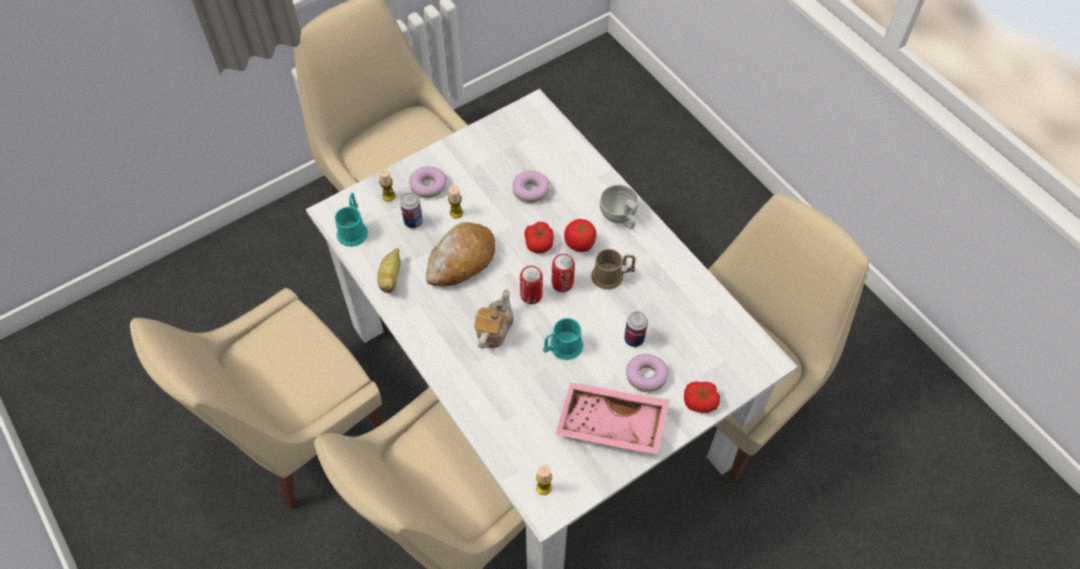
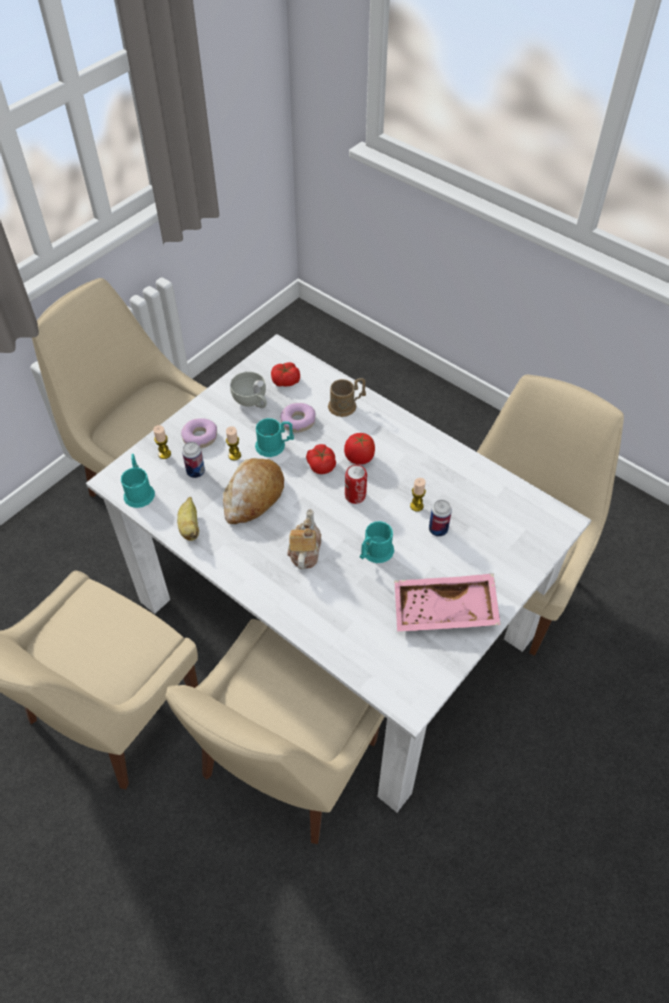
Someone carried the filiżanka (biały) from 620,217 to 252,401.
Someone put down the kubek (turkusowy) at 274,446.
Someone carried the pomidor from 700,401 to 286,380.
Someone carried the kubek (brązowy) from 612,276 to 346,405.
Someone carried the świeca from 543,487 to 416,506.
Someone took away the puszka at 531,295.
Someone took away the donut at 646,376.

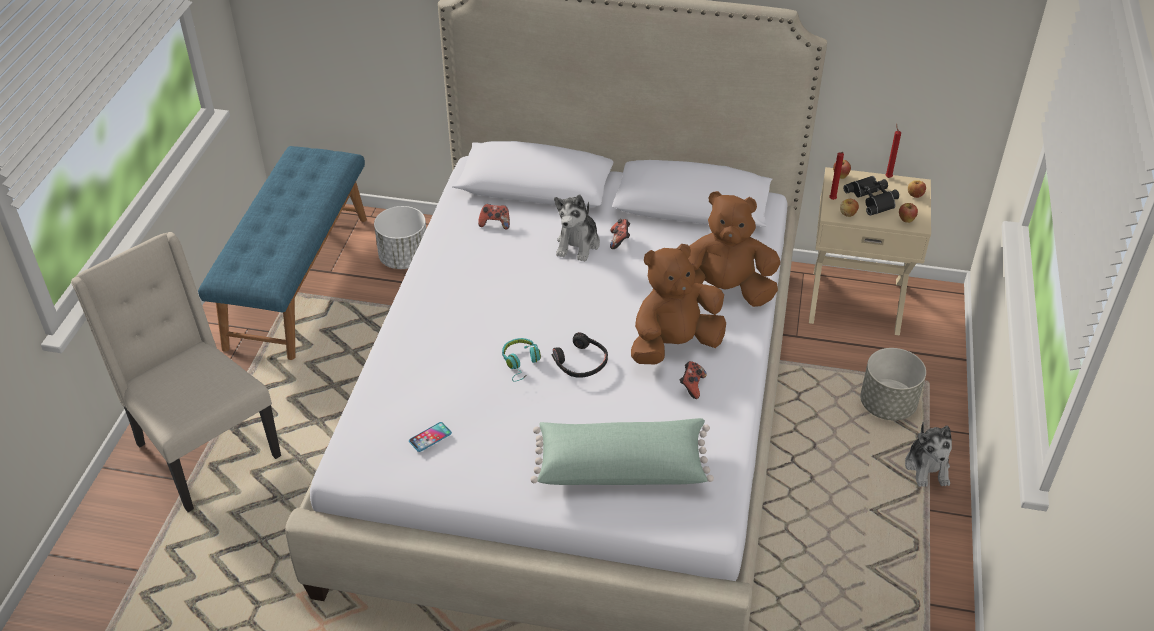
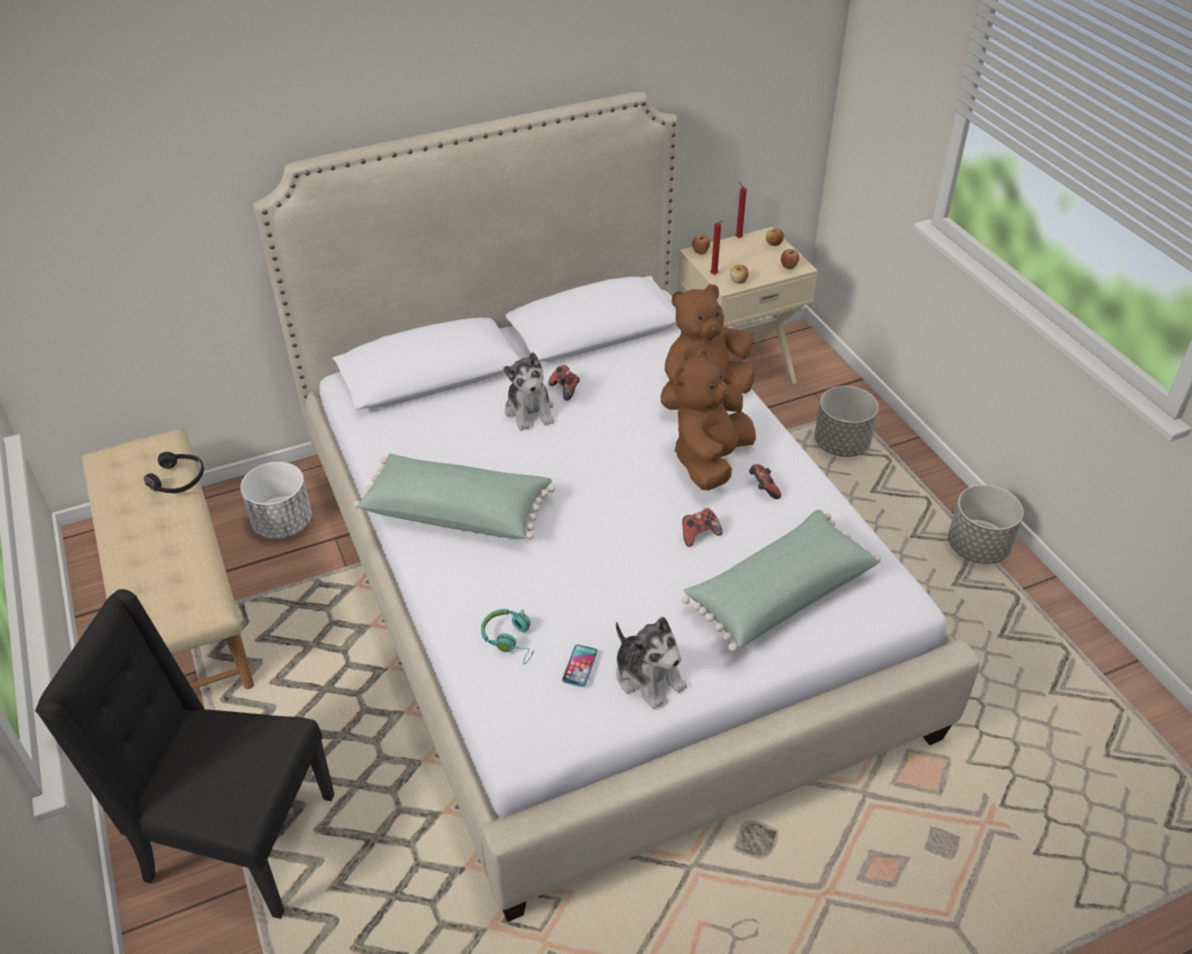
Someone repainted the krzesło (beżowy) at 204,450, which became the krzesło (czarny) at 236,840.
Someone repainted the ławka (niebieski) at 297,280, which became the ławka (beżowy) at 179,602.
Someone carried the słuchawki (czarny) from 580,363 to 178,479.
Someone put down the poduszka (zielony) at 457,511.
Someone carried the słuchawki (turkusowy) from 521,363 to 511,640.
Someone carried the pluszak from 927,467 to 648,677.
Someone carried the pad do gier from 495,223 to 699,534.
Someone put down the donica (szary) at 977,547.
Someone took away the lornetka (czarny) at 873,198.

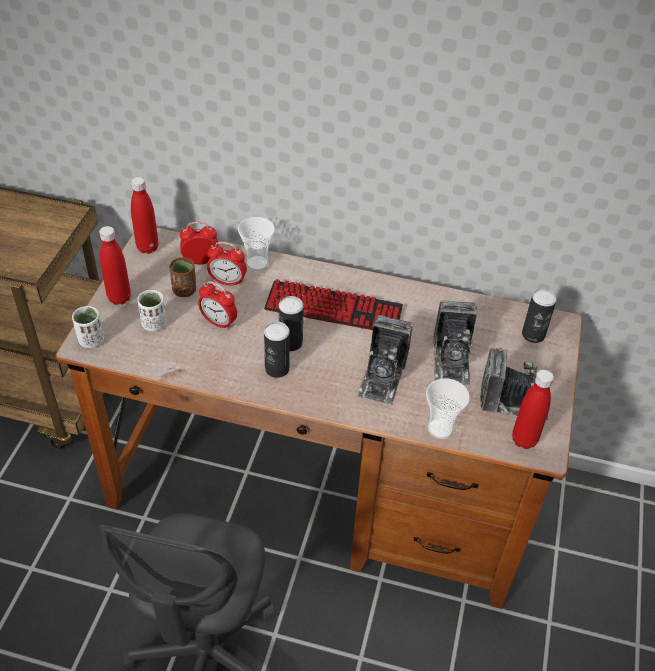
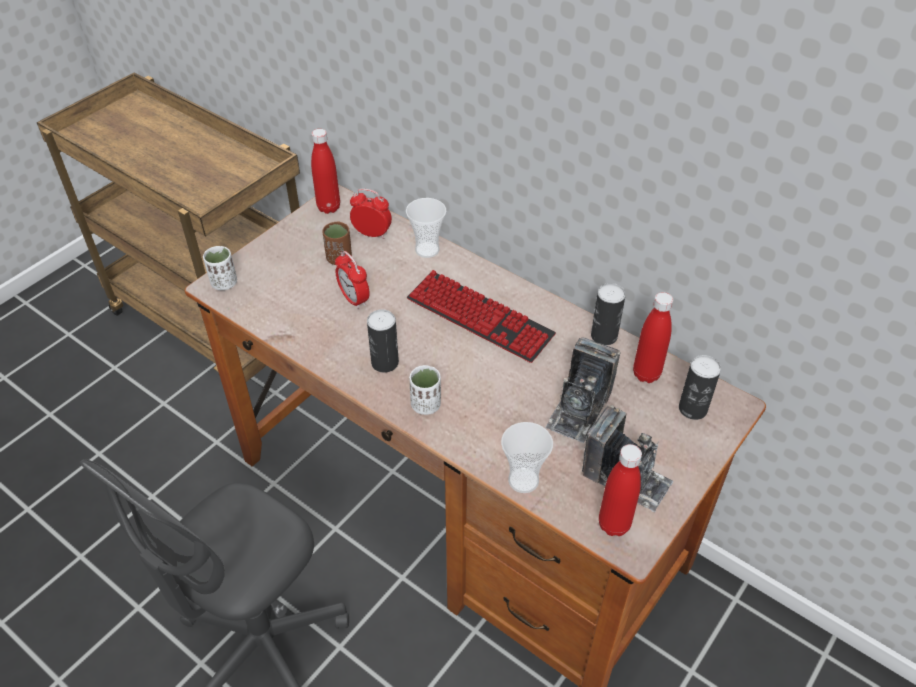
Someone carried the filiżanka (biały) from 154,324 to 426,405.
Someone carried the puszka from 290,343 to 604,336.
Someone carried the butelka (czerwony) from 119,298 to 646,374.
Someone took away the budzik at 227,282.
Someone took away the aparat fotograficzny at 382,376.

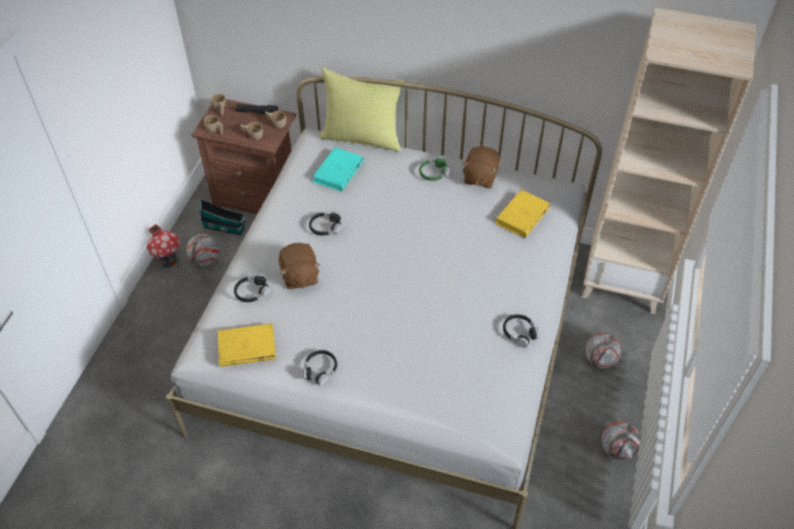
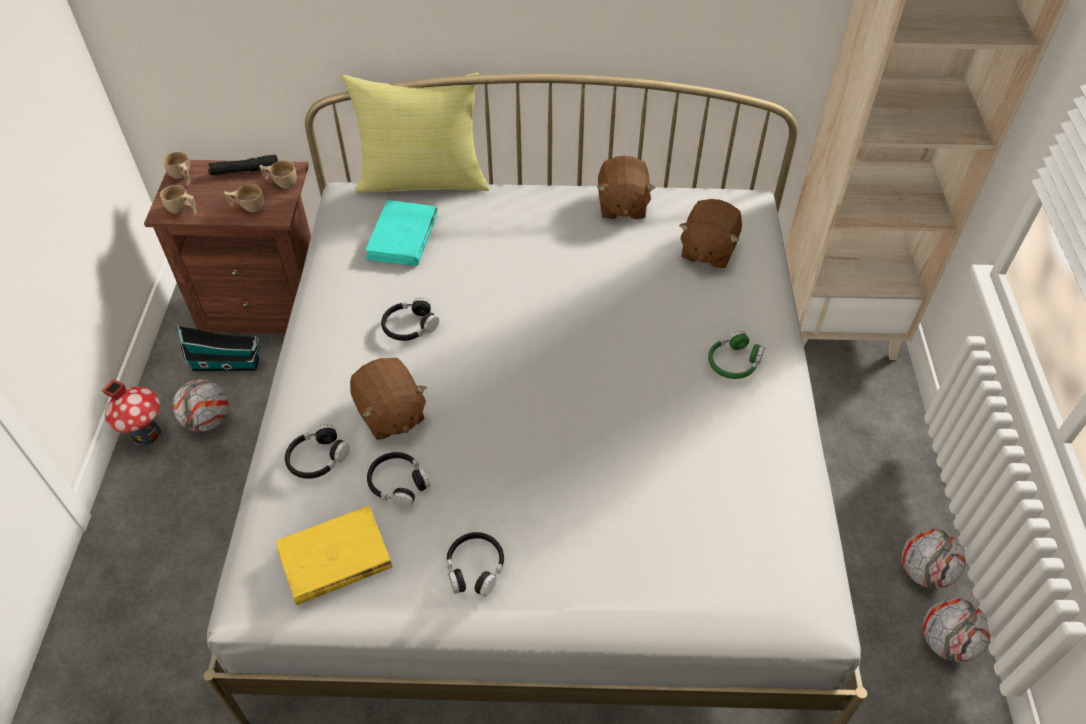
Someone carried the słuchawki (czarny) from 519,333 to 398,483.
Someone swapped the książka (żółty) at 522,216 for the pluszak (brązowy) at 707,250.
Someone carried the słuchawki (zielony) from 434,173 to 734,362.
Someone carried the piłka futbolowa from 600,360 to 946,642.

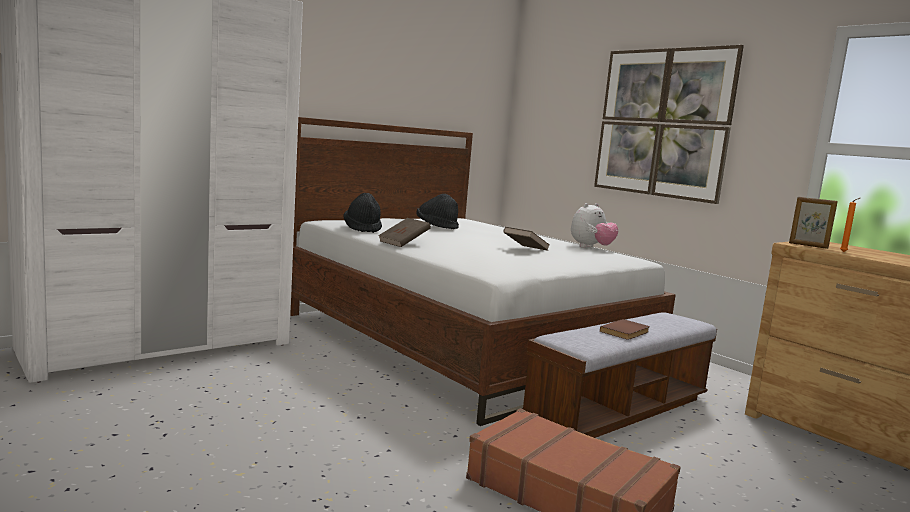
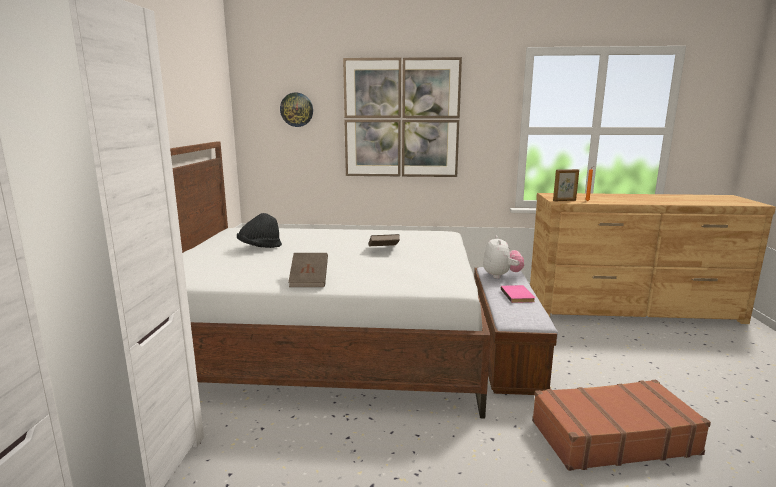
Someone put up the zegar ścienny at 296,109.
Someone carried the pluszak from 591,247 to 501,276.
Someone repainted the książka (brązowy) at 626,332, which became the książka (różowy) at 518,295.
Someone took away the kapelusz (czarny) at 362,229.

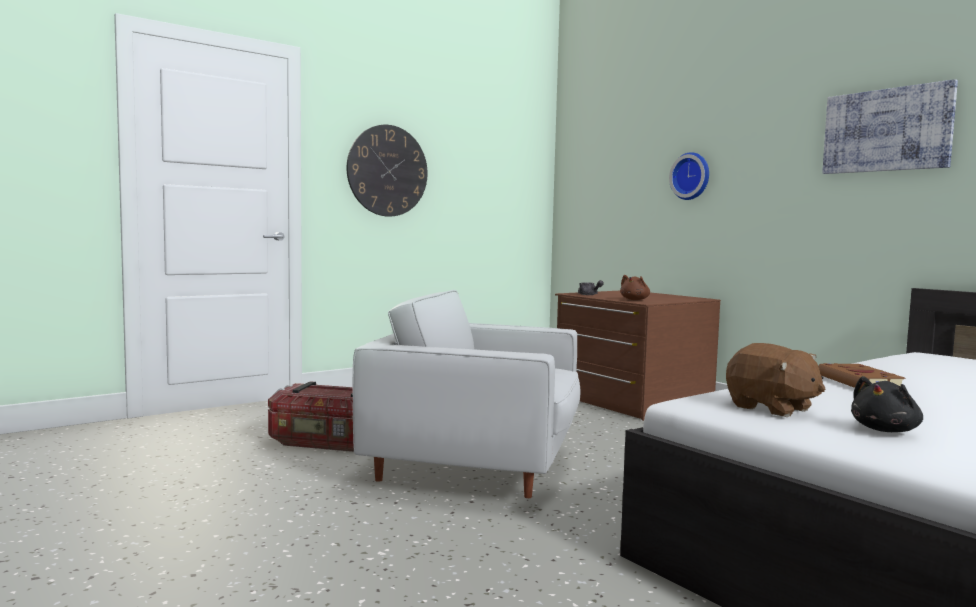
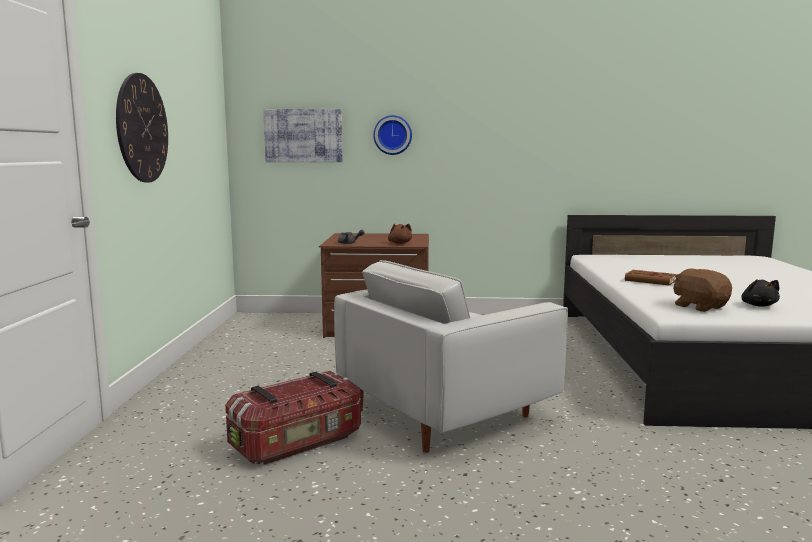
Someone carried the obraz from 886,130 to 303,135.
Someone rotated the pluszak (brązowy) at 771,408 by 120 degrees counterclockwise.

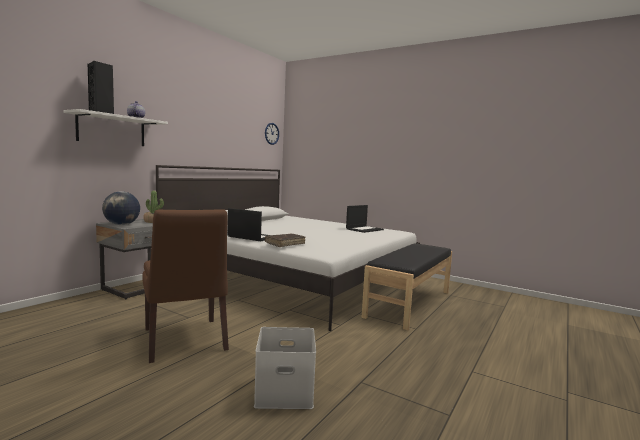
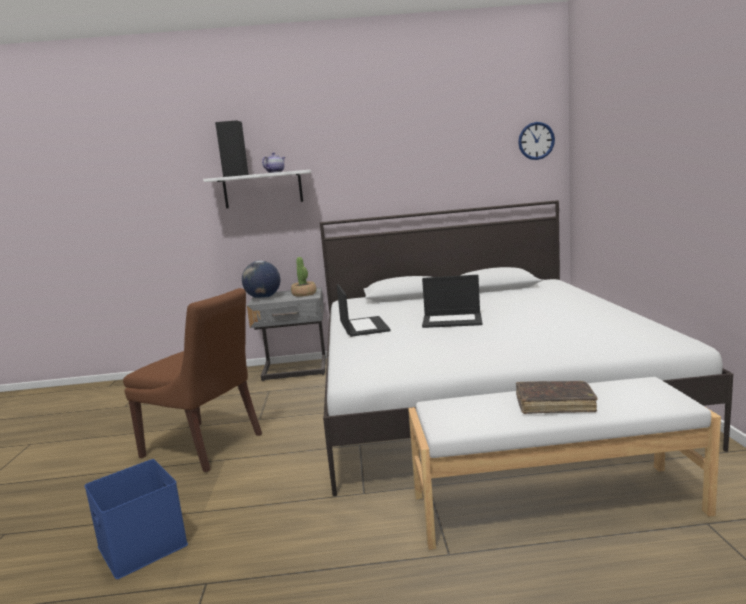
Someone repainted the pojemnik do przechowywania (biały) at 283,392, which became the pojemnik do przechowywania (niebieski) at 140,545.
Someone rotated the krzesło (brązowy) at 185,341 by 90 degrees counterclockwise.
Someone repainted the ławka (czarny) at 408,303, which became the ławka (biały) at 554,503.
Someone carried the laptop from 364,229 to 453,320.
Someone carried the książka (brązowy) from 285,244 to 554,404.

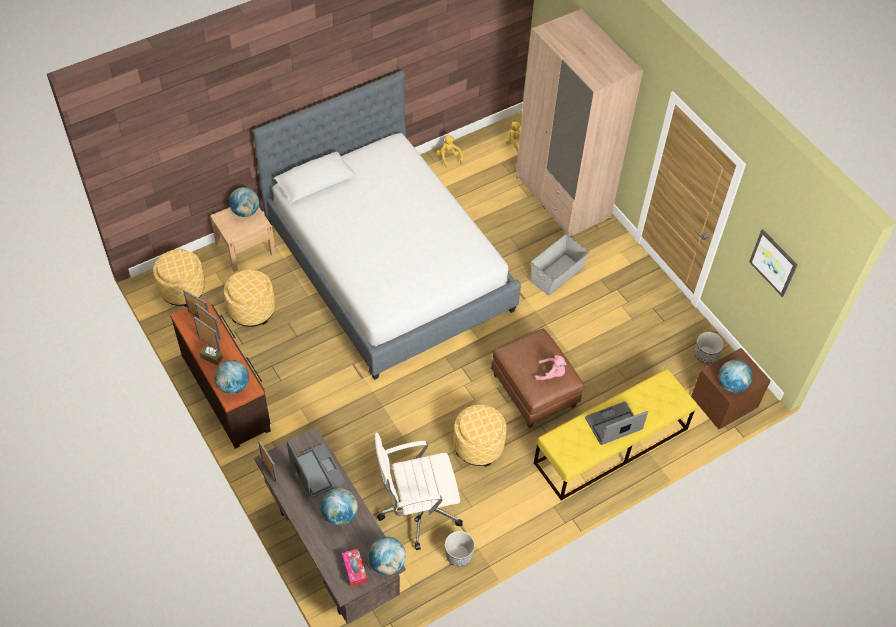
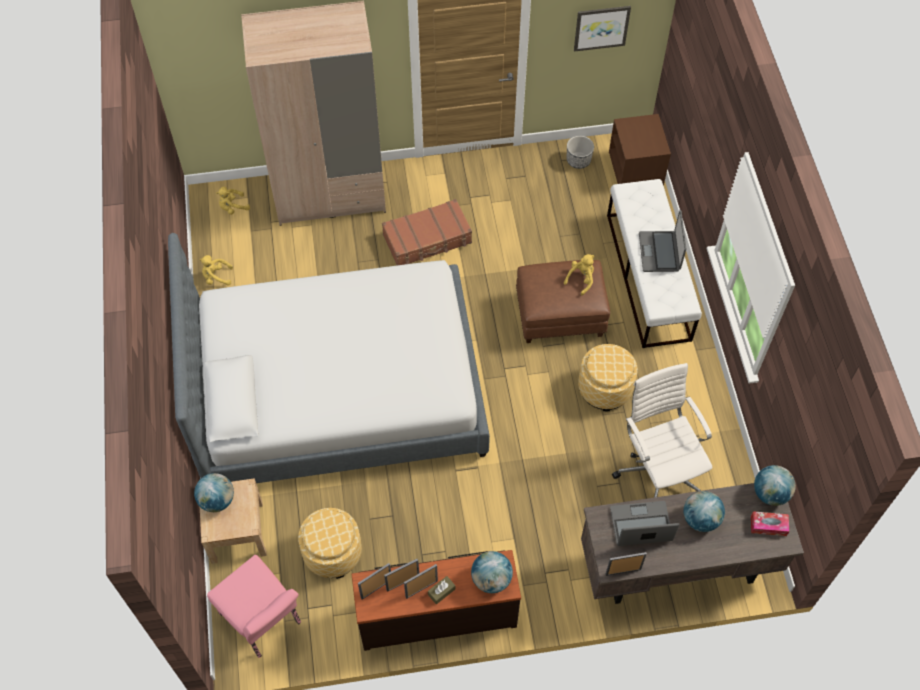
Someone swapped the pufa at 182,289 for the krzesło (różowy) at 264,622.
Someone swapped the pojemnik do przechowywania (szary) at 557,274 for the walizka (brązowy) at 427,239.
Someone repainted the pluszak (różowy) at 551,374, which became the pluszak (żółty) at 581,279.
Someone repainted the ławka (żółty) at 611,446, which became the ławka (biały) at 648,277.
Someone rotated the krzesło biurowe (biały) at 417,510 by 150 degrees clockwise.
Someone took away the donica at 458,555.
Someone took away the globus at 731,384.

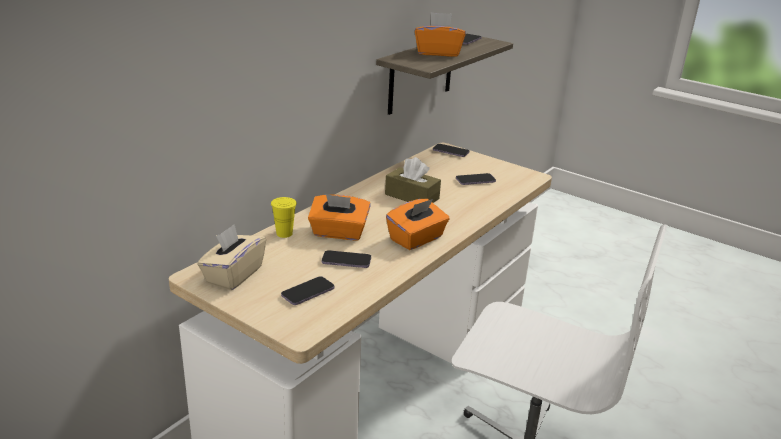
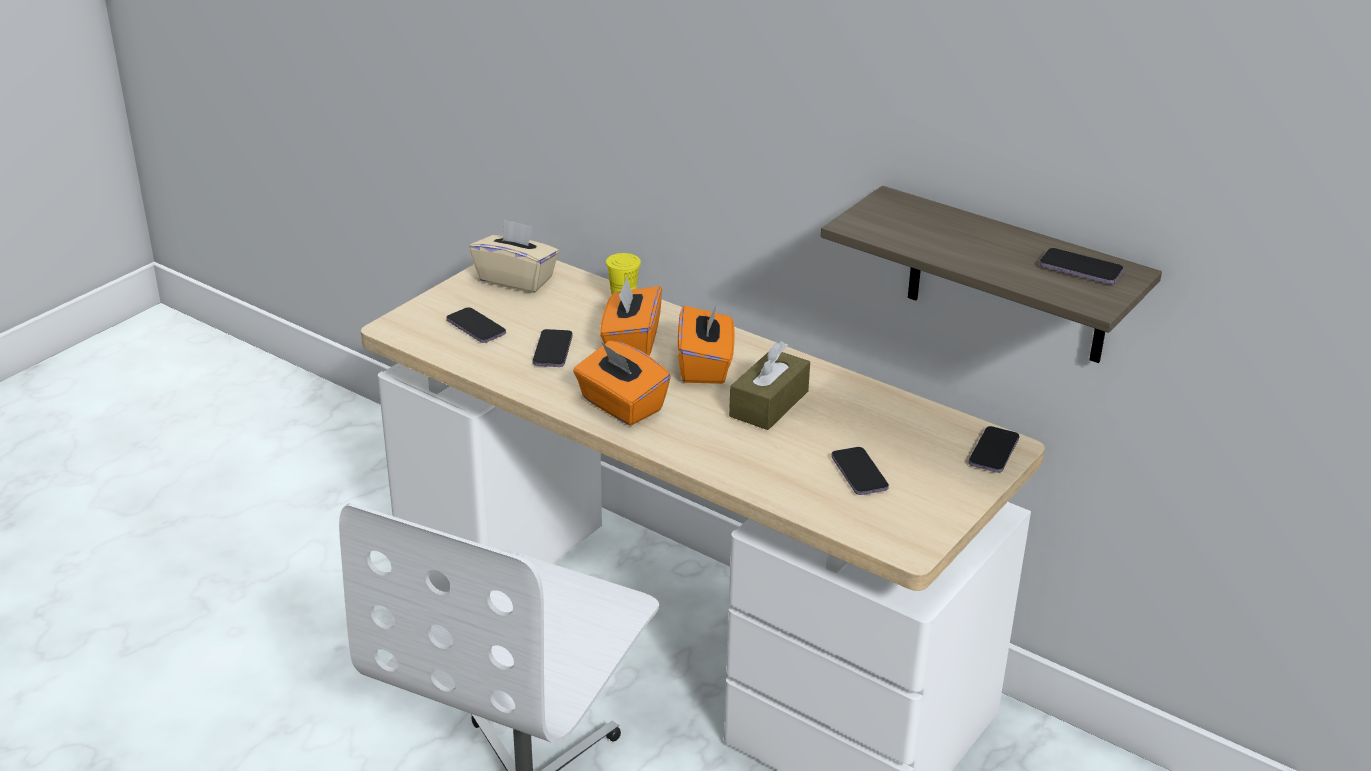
Someone carried the pudełko chusteczek (pomarańczowy) from 438,52 to 705,366.

